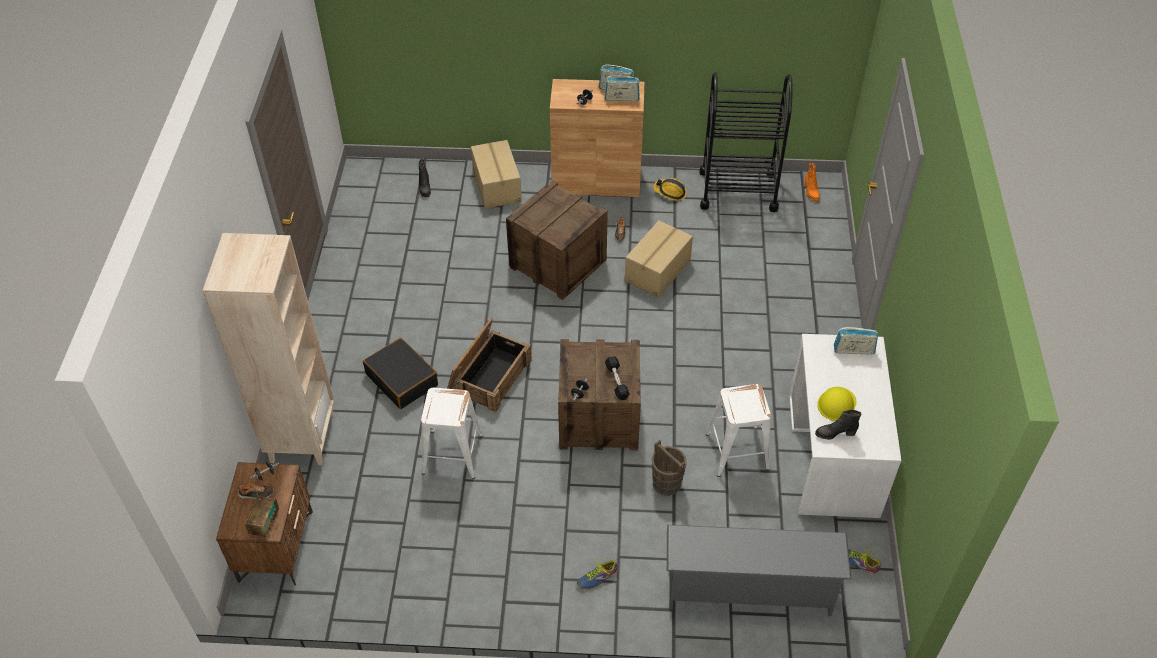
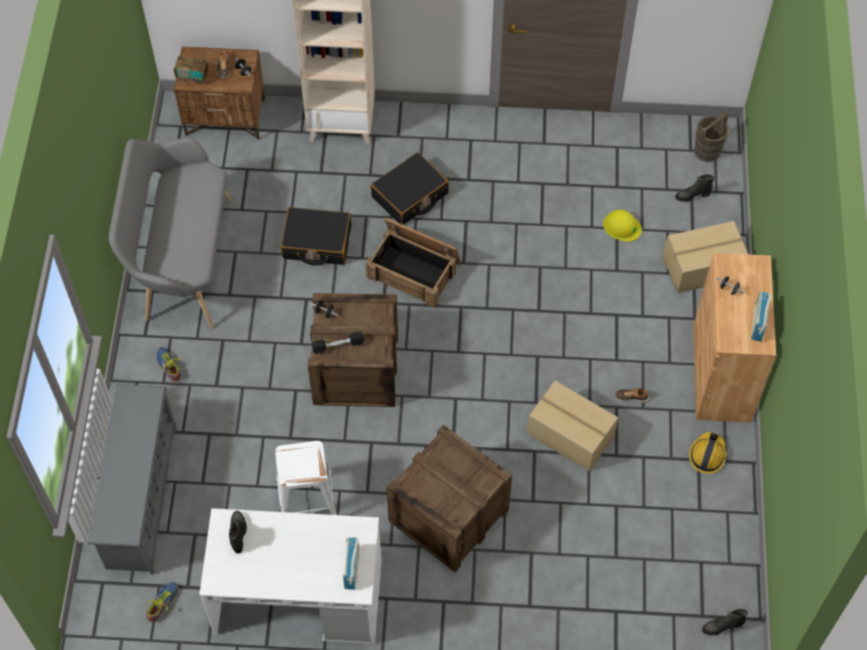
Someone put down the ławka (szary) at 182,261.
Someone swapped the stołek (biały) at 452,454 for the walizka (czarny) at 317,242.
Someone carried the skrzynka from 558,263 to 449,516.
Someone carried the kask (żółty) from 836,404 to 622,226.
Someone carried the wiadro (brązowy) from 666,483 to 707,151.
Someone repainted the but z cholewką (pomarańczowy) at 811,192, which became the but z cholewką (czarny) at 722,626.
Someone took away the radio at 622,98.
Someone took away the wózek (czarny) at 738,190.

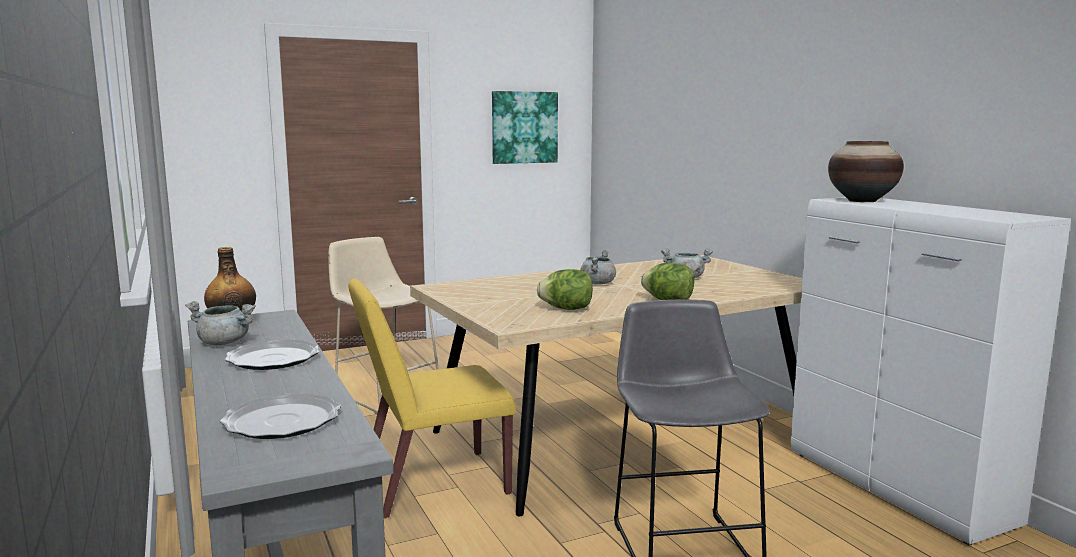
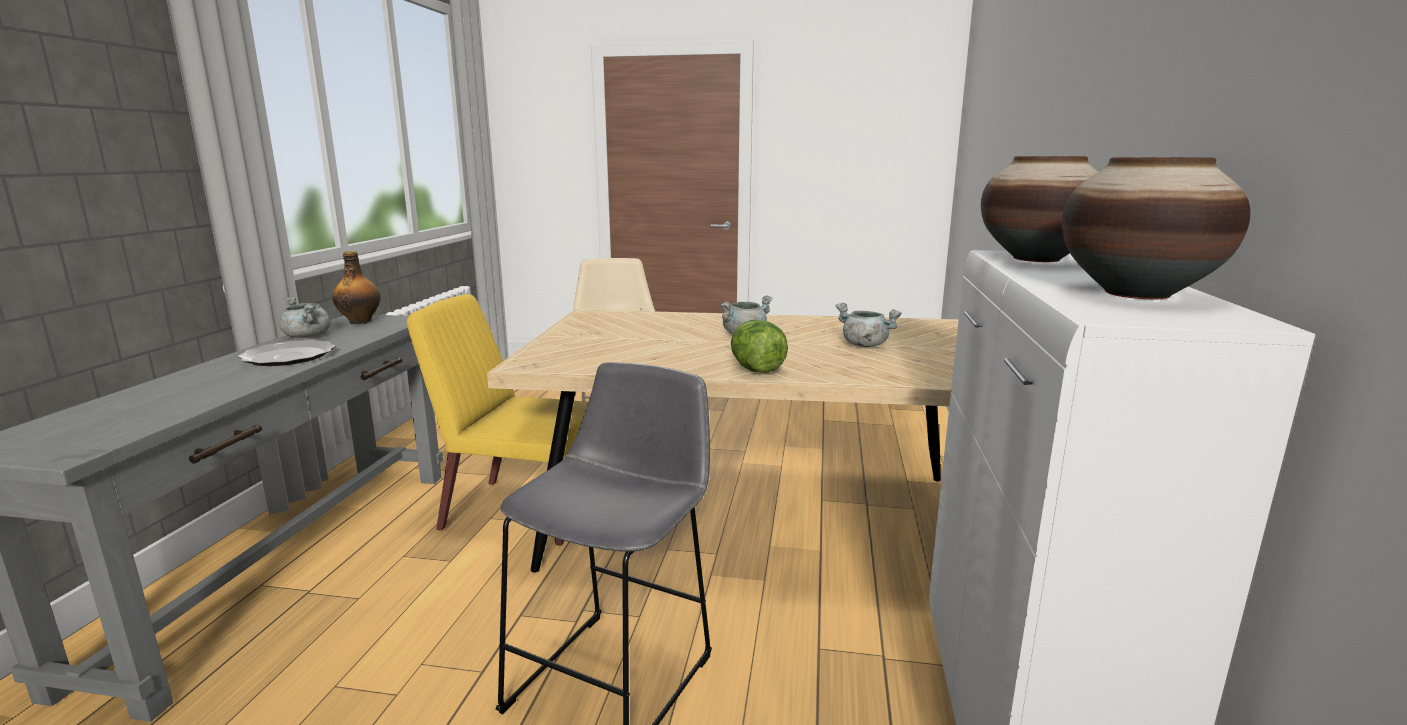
Someone put down the wazon at 1135,293.
Someone took away the talerz at 283,421.
Someone took away the obraz at 524,127.
Someone took away the sałata at 566,309.

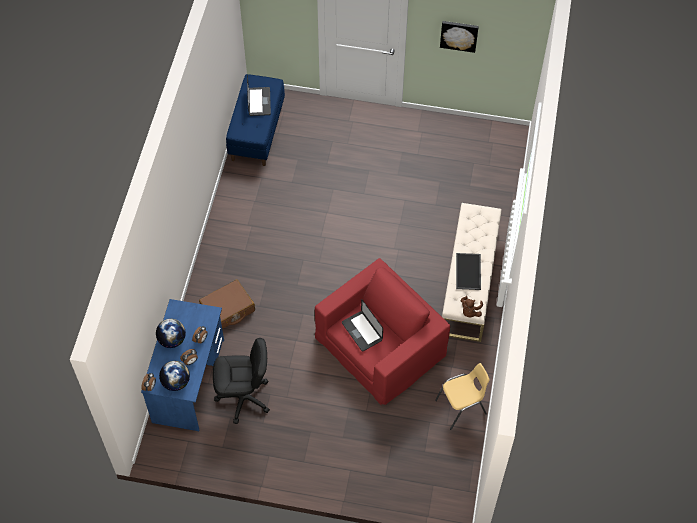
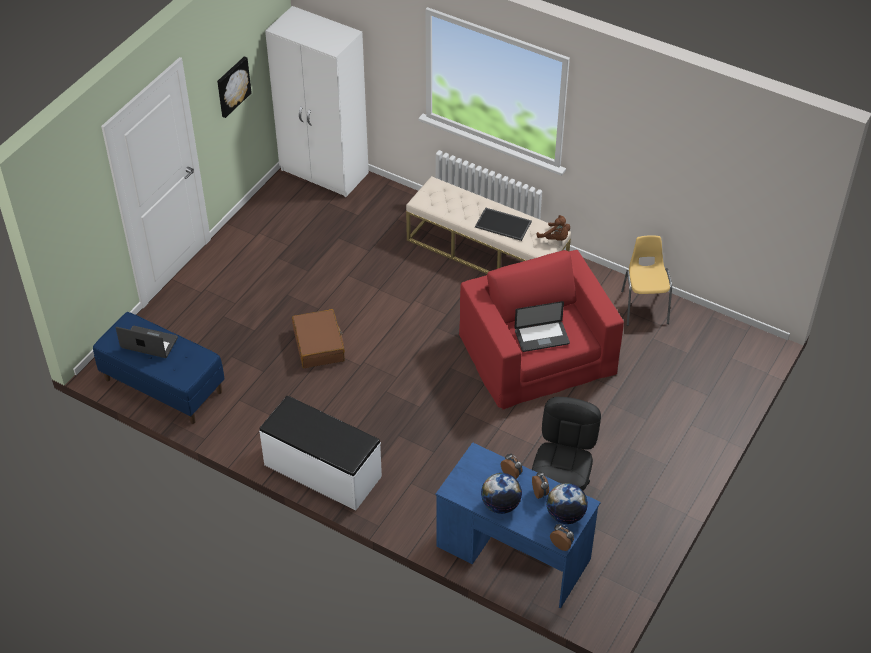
Someone put down the ławka (biały) at 322,471.
Someone put down the szafa (biały) at 324,172.
Someone carried the walizka (brązowy) from 228,309 to 319,345.

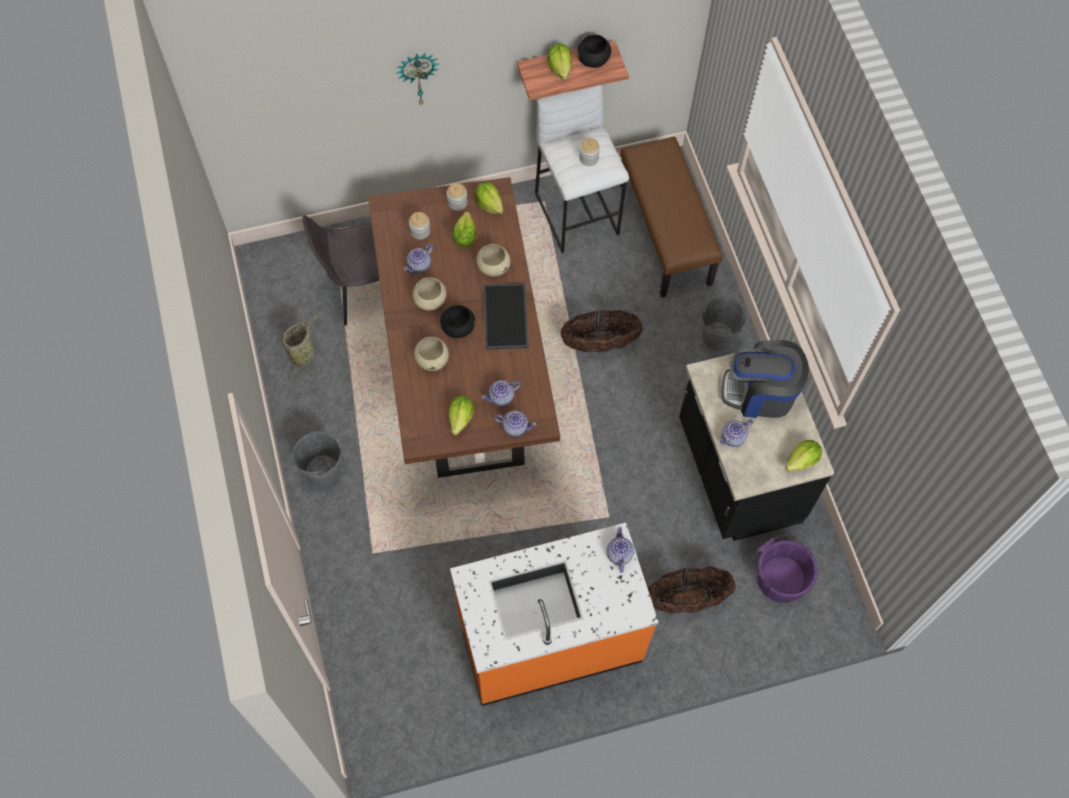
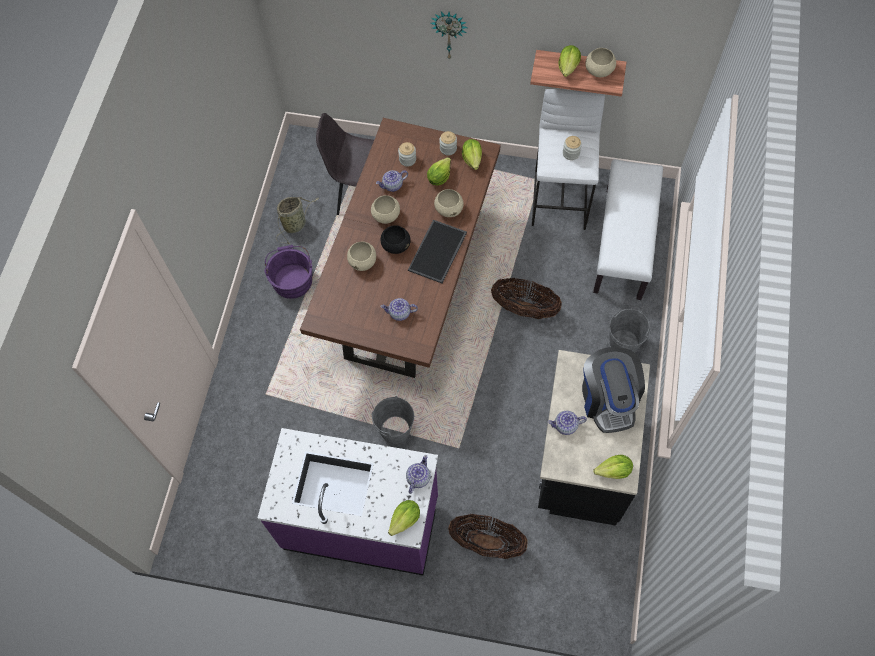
Someone repainted the zabudowa kuchenna (pomarańczowy) at 549,638, which became the zabudowa kuchenna (fioletowy) at 361,522.
Someone carried the wiadro (fioletowy) from 779,576 to 292,278.
Someone carried the wiadro (szary) from 322,470 to 395,429.
Someone carried the sałata from 461,418 to 405,520.
Someone rotated the ekspres do kawy at 760,393 by 135 degrees counterclockwise.
Someone repainted the miska (czarny) at 593,60, which became the miska (beżowy) at 599,71.
Someone repainted the ławka (brązowy) at 665,233, which became the ławka (biały) at 624,243.
Someone took away the imbryk at 515,427.

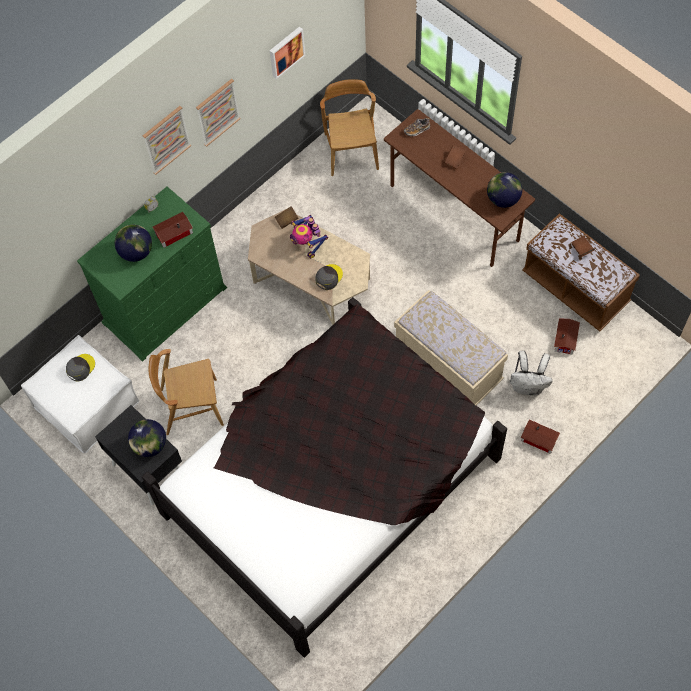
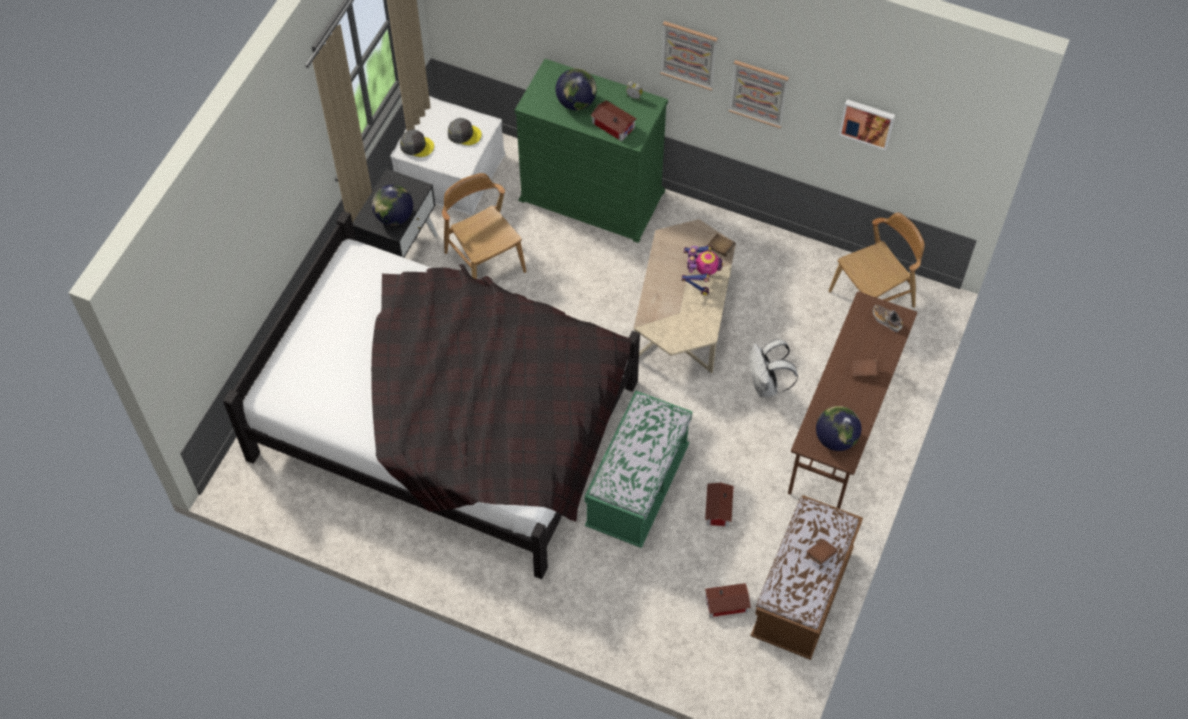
Someone carried the czapka z daszkiem (szary) from 328,277 to 416,146.
Someone repainted the ławka (beżowy) at 448,365, which became the ławka (zielony) at 637,488.
Someone rotated the robot zabawkowy at 307,244 by 150 degrees clockwise.
Someone carried the domek from 539,440 to 717,509.
Someone carried the plecak (biały) from 528,386 to 766,385.

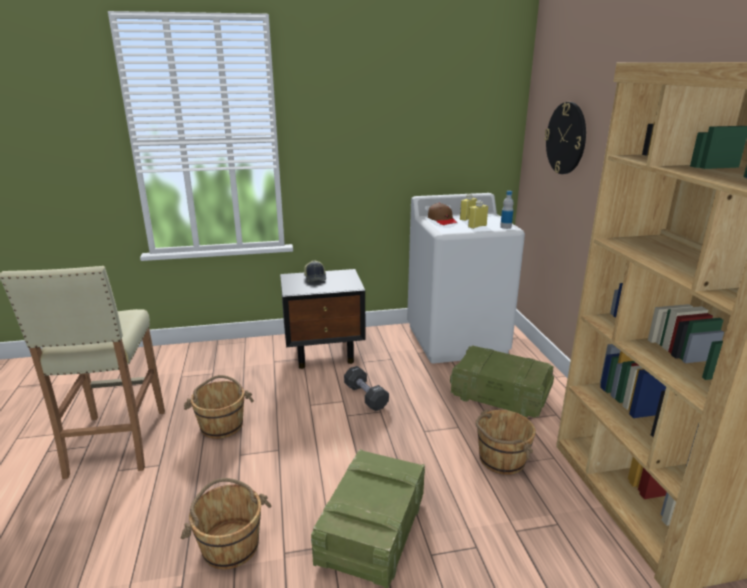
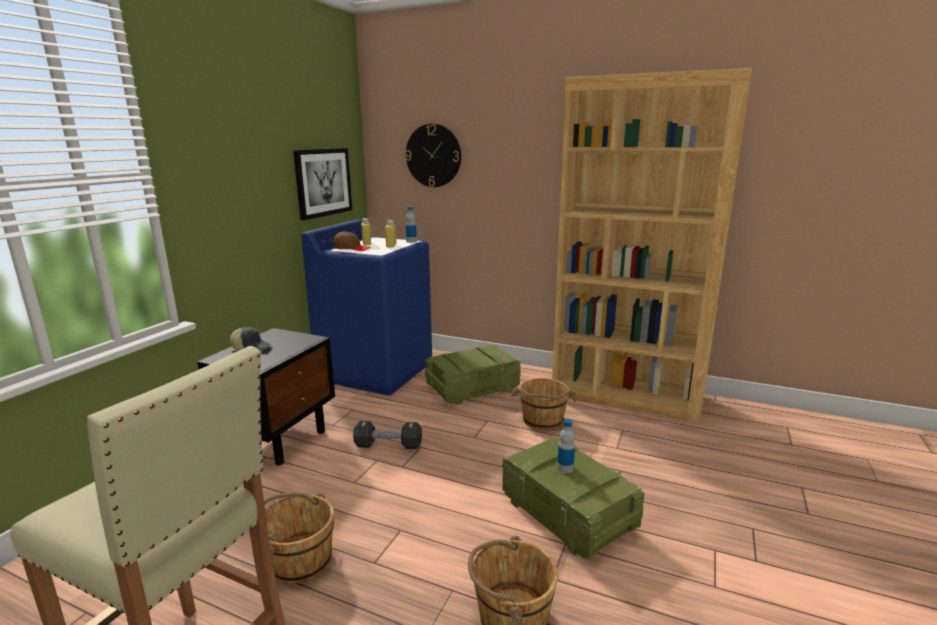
Someone put up the obraz at 323,182.
Someone repainted the pralka (biały) at 457,340, which became the pralka (niebieski) at 376,371.
Someone put down the butelka at 565,468.

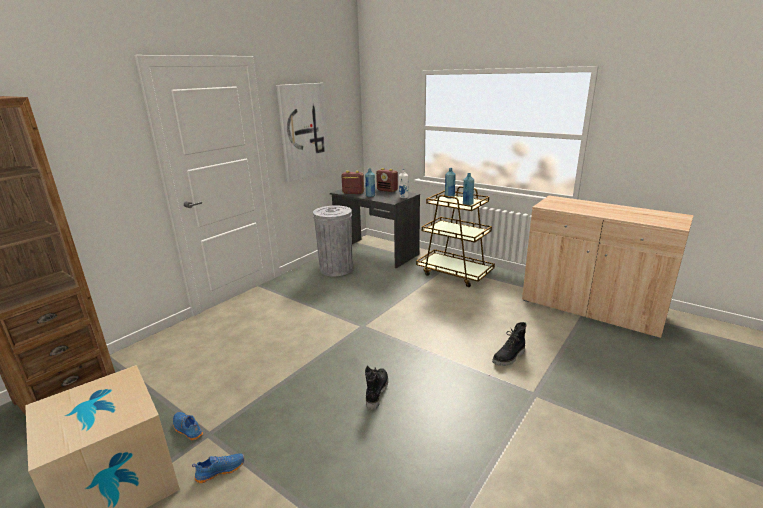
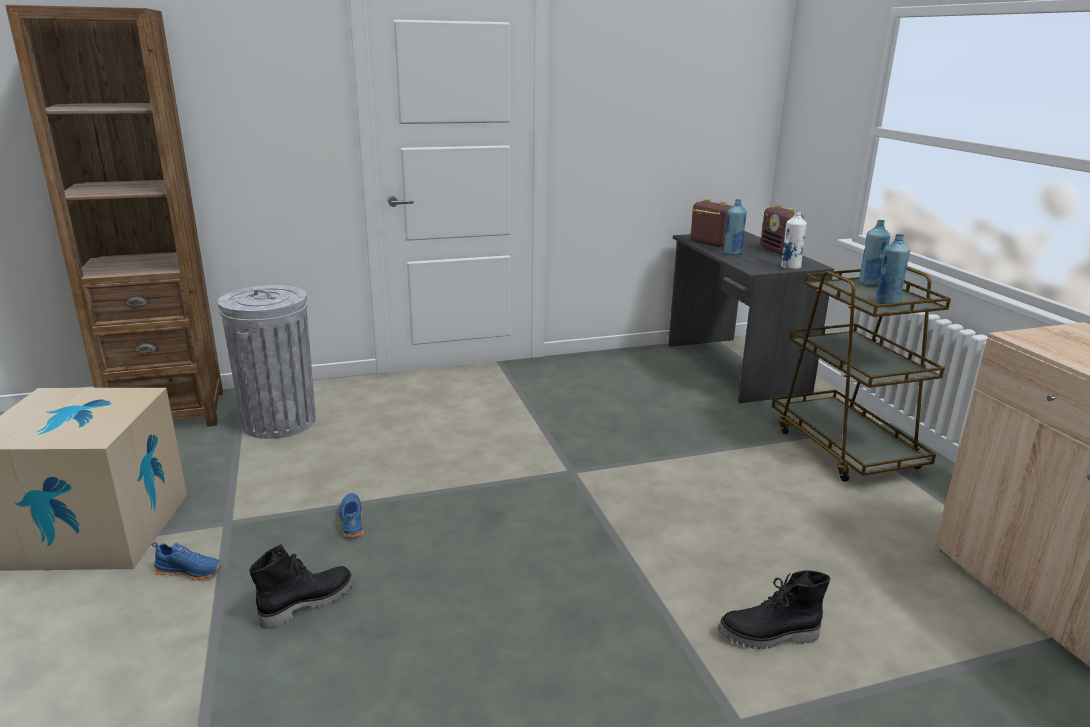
Someone carried the kosz na śmieci (szary) from 336,269 to 279,422.
Someone carried the but z cholewką (czarny) from 376,392 to 307,603.
Someone carried the but (niebieski) from 187,430 to 351,521.
Someone took away the obraz at 303,131.

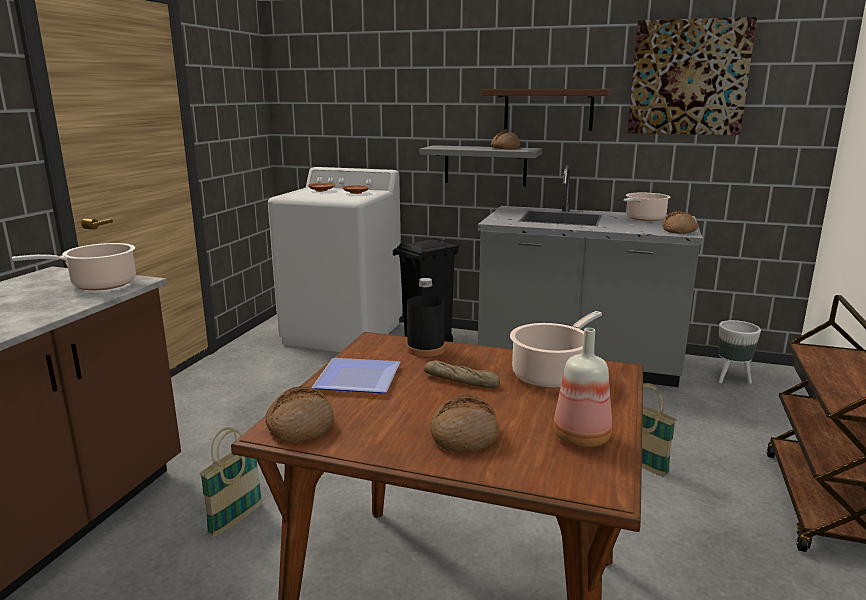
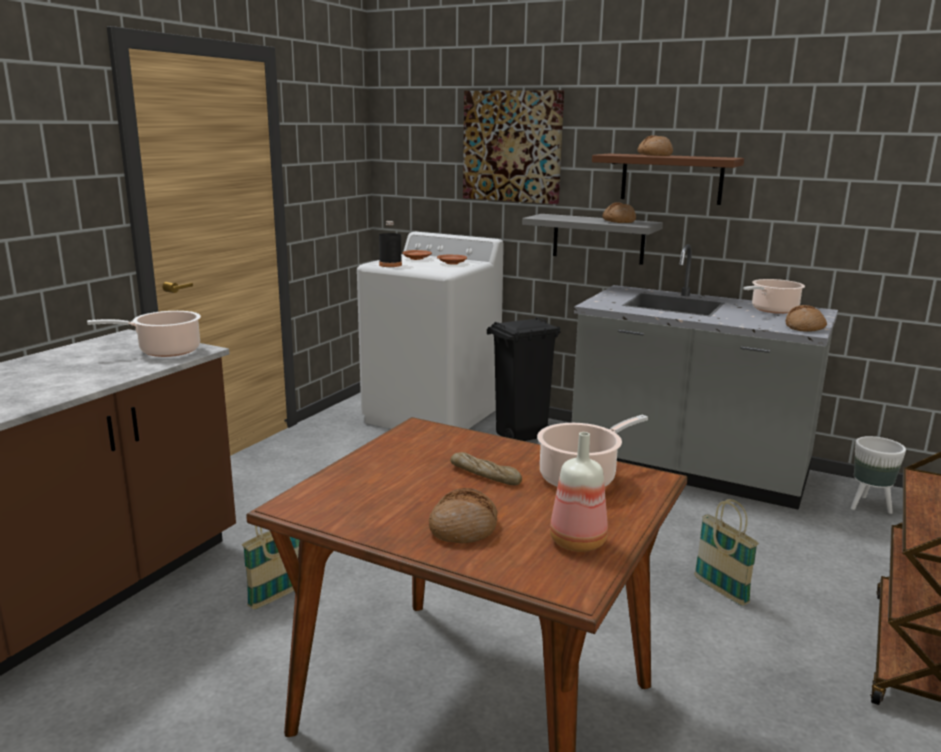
Someone carried the butelka (czarny) from 425,349 to 390,265.
Someone carried the obraz from 688,78 to 512,146.
Someone carried the chleb from 300,426 to 654,155.
Someone took away the talerz at 360,380.

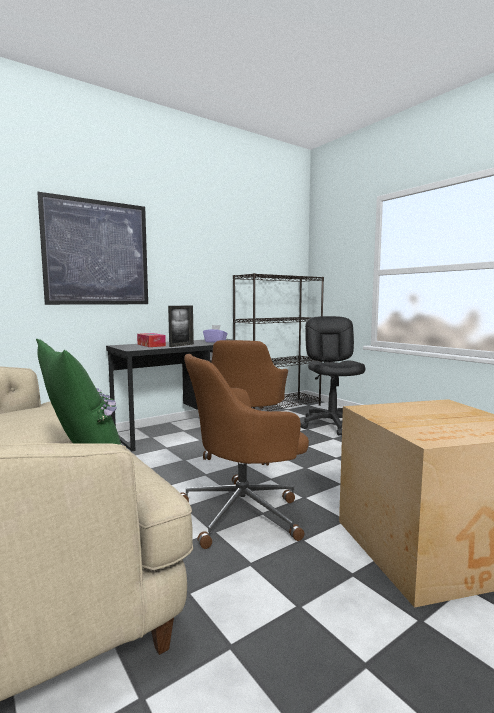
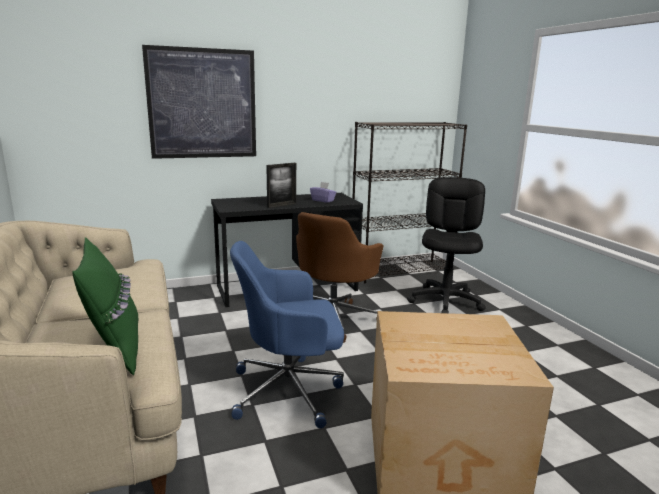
Someone repainted the krzesło biurowe (brązowy) at 244,512, which became the krzesło biurowe (niebieski) at 289,390.
Someone took away the pudełko chusteczek at 151,345.

